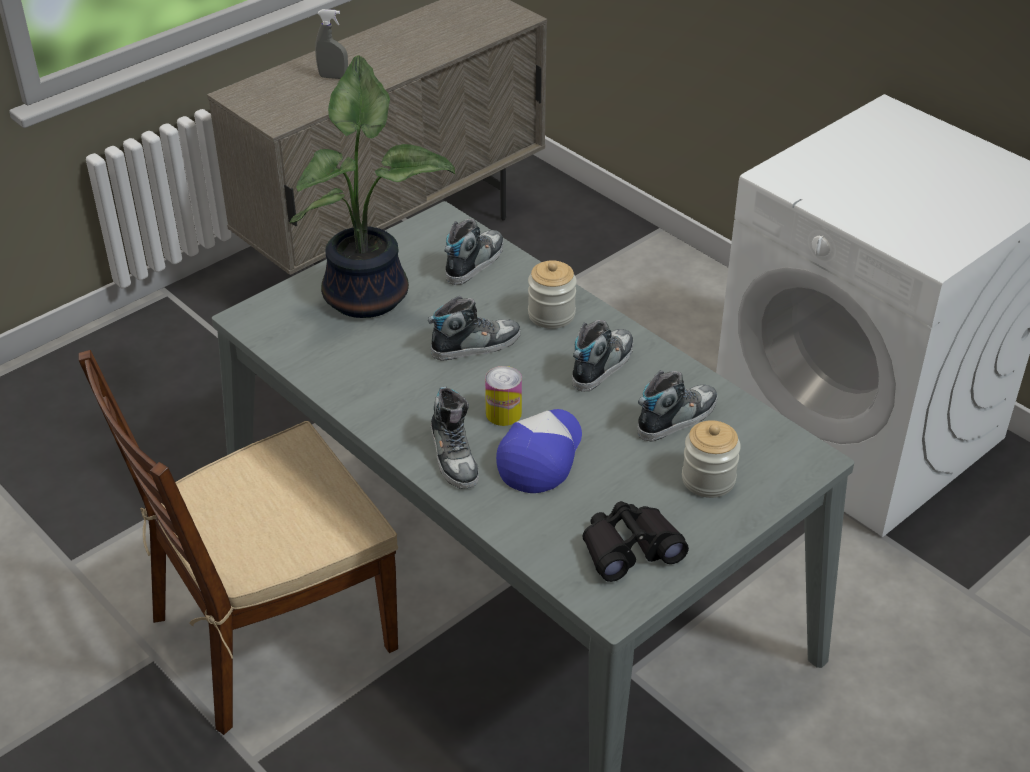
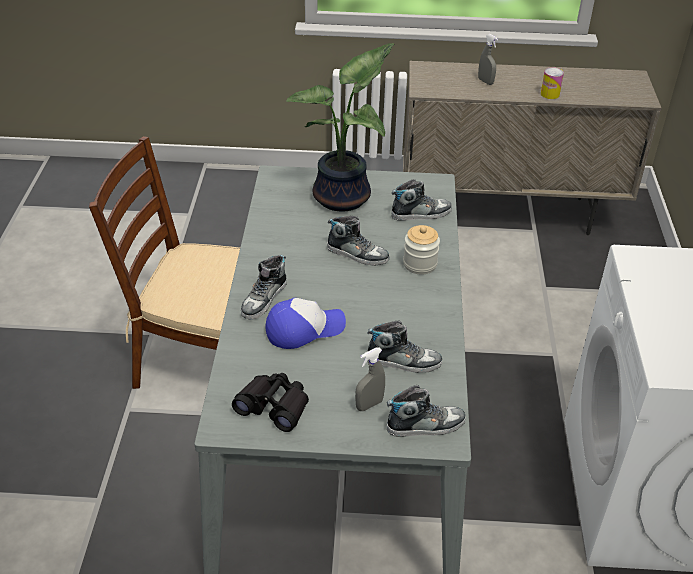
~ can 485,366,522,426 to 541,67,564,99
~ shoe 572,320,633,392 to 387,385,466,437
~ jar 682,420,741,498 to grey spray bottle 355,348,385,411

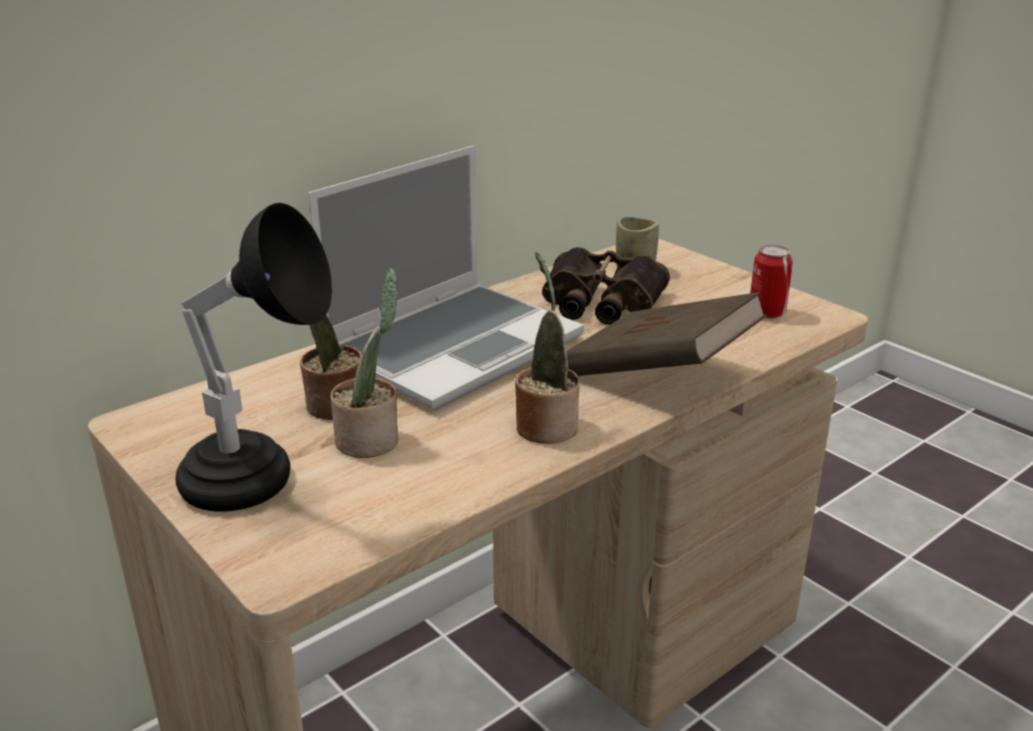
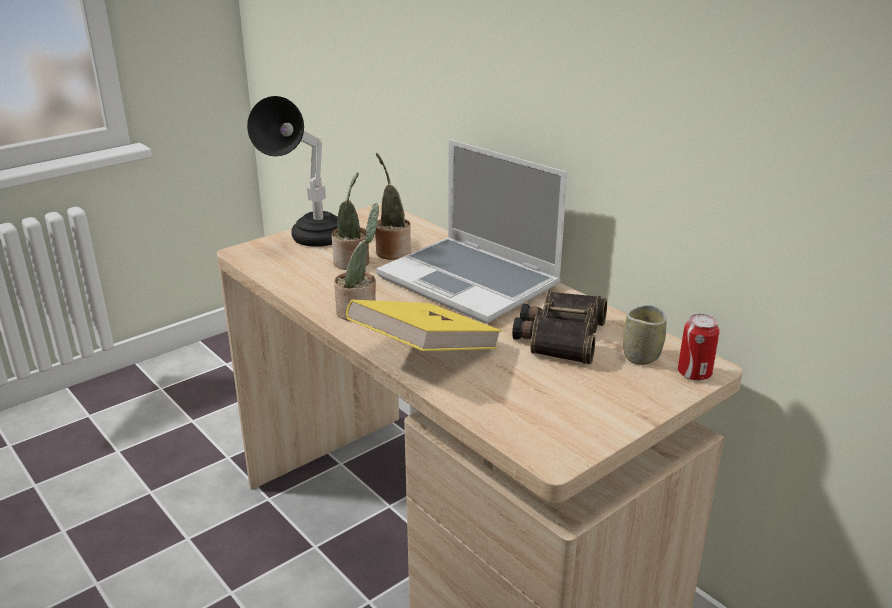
~ can 750,245,793,319 to 678,314,720,381
~ brown book 566,292,767,376 to yellow book 346,300,502,351

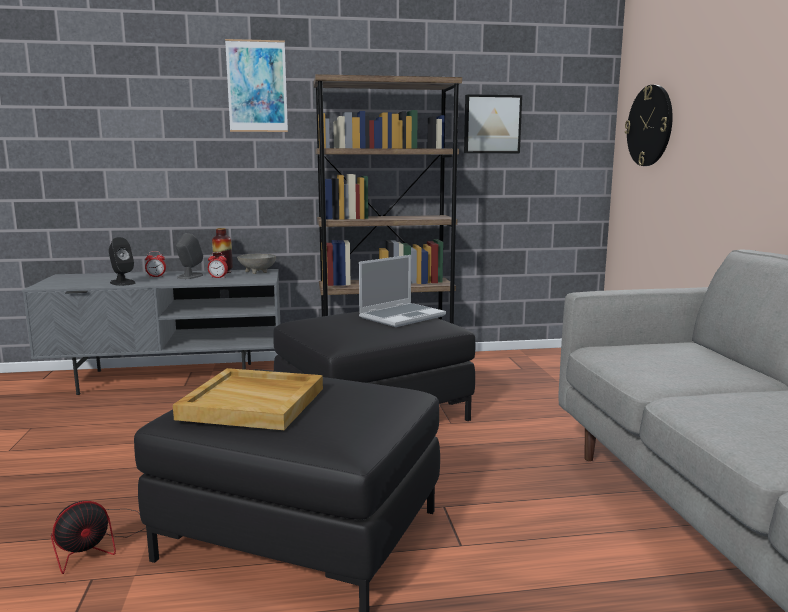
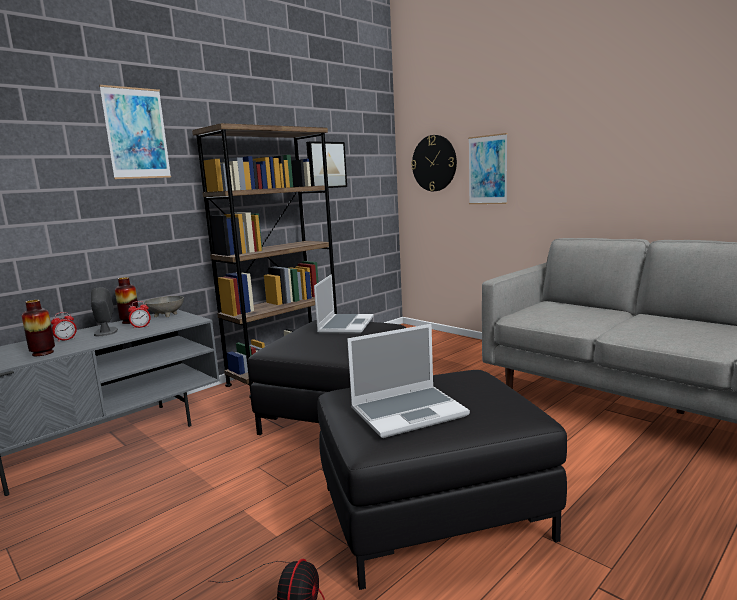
+ picture 468,133,508,204
~ black speaker 109,237,135,286 to vase 22,300,55,356
~ beige tray 173,368,323,430 to laptop 347,324,470,438

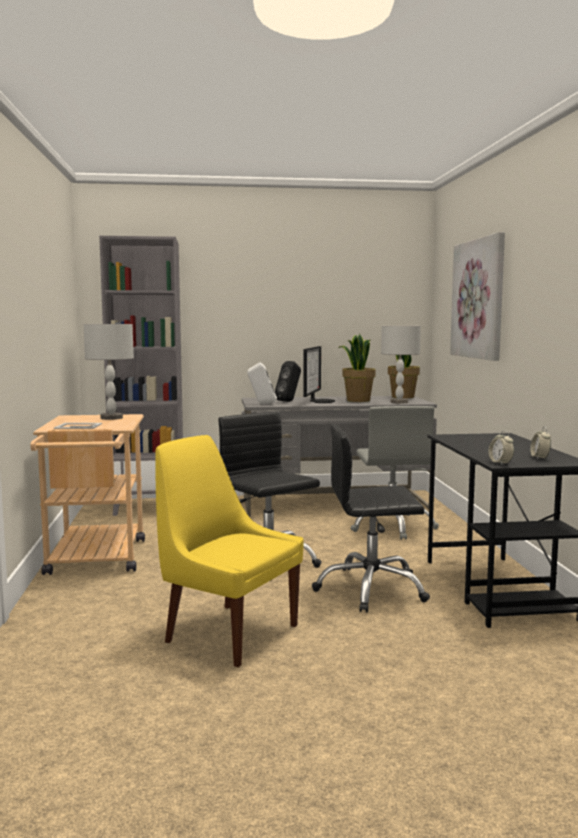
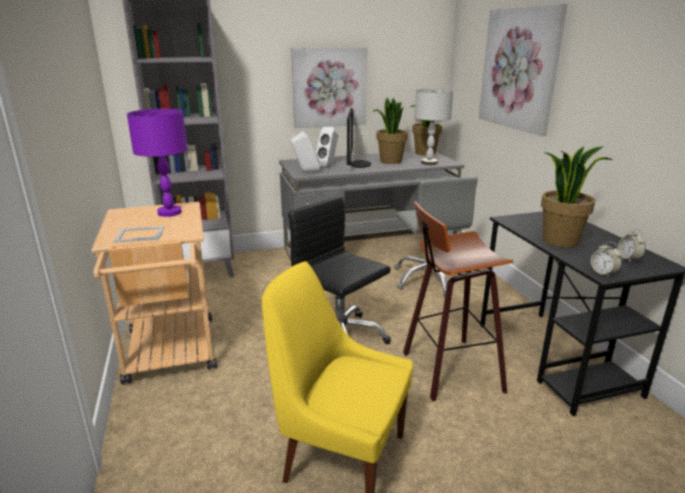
+ picture 291,47,367,128
+ potted plant 541,146,612,248
~ black office chair 312,424,430,613 to stool 403,201,513,402
~ grey table lamp 83,324,134,420 to purple table lamp 127,109,188,217
~ black speaker 275,361,301,402 to white speaker 315,127,339,167

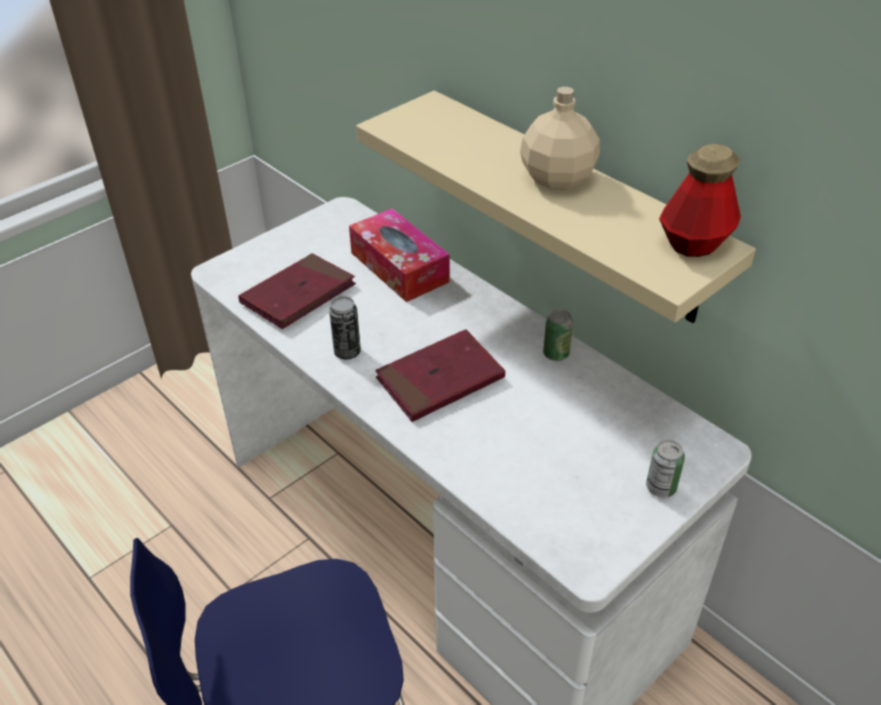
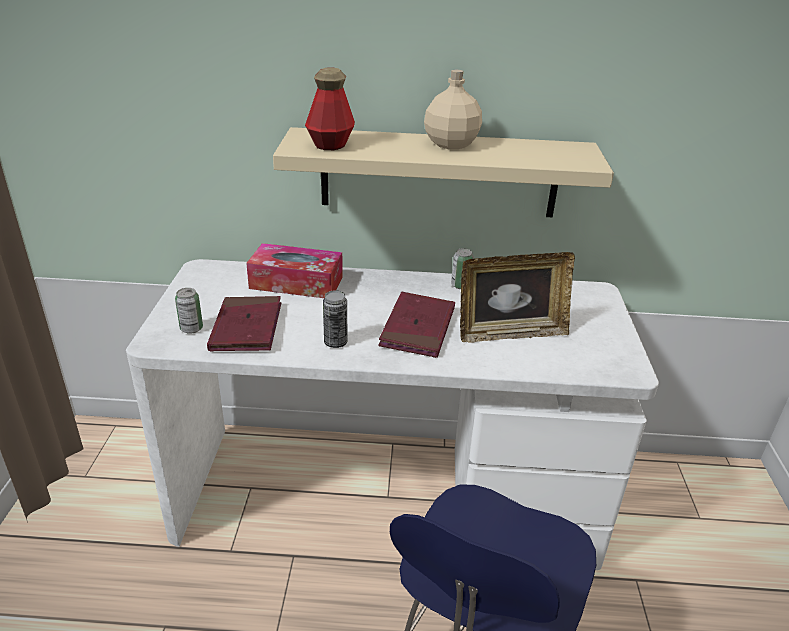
+ picture frame 460,252,575,343
~ can 646,440,685,498 to 175,288,203,334
~ bottle 659,144,741,257 to 305,68,355,150

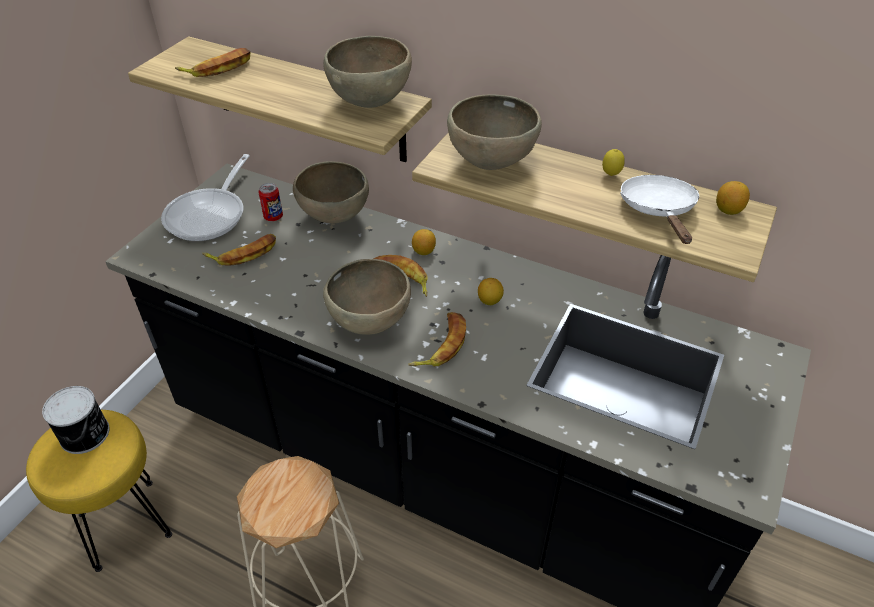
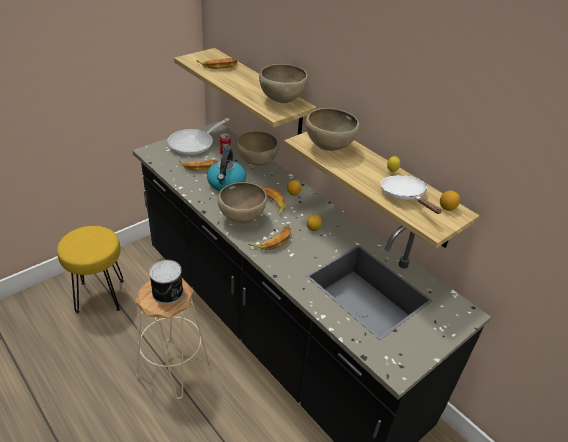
+ kettle 207,149,246,191
~ can 42,386,110,454 to 149,260,183,304
~ white frying pan 620,175,699,244 = 381,175,441,214 45 degrees counterclockwise

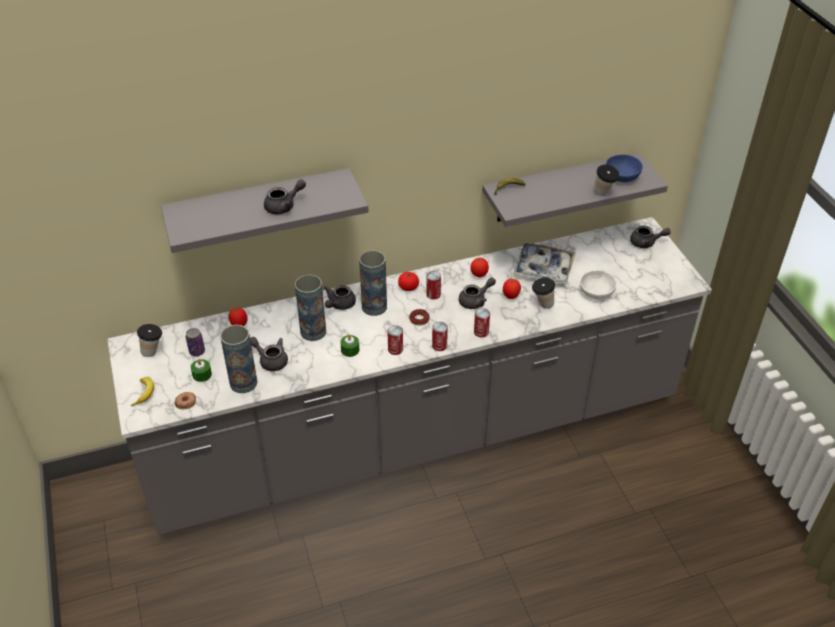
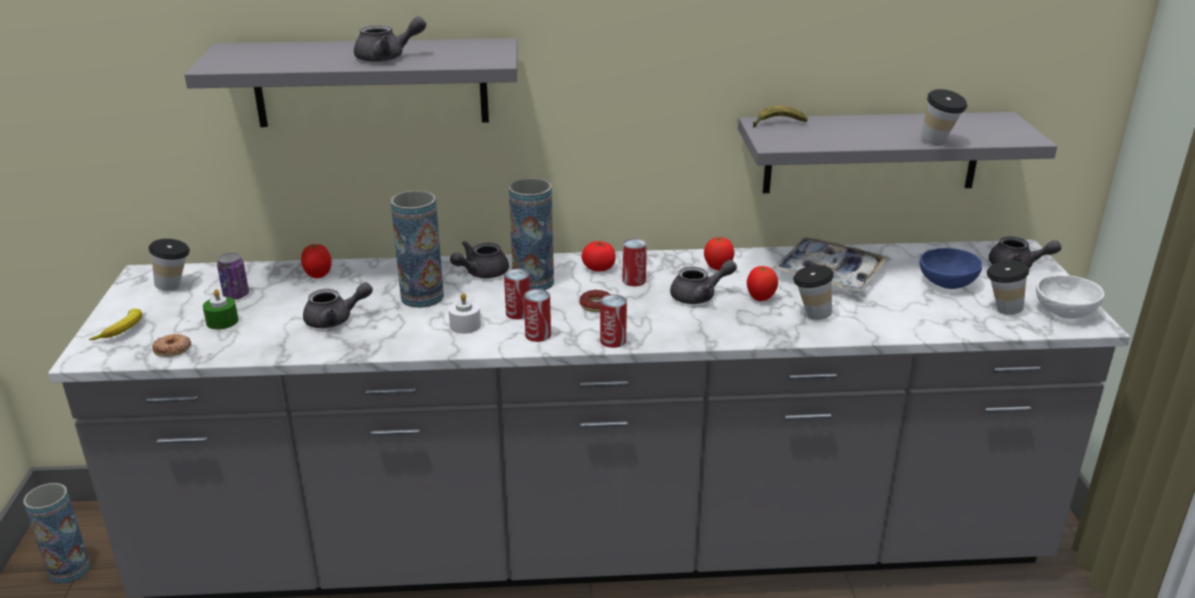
+ cup 987,260,1029,315
~ vase 220,325,257,393 to 24,483,90,584
~ can 474,308,490,338 to 504,269,530,320
~ white bowl 580,270,617,300 to 1036,275,1105,319
~ blue bowl 606,154,643,182 to 919,248,983,289
~ green candle 340,334,360,357 to white candle 449,293,481,334
~ grey teapot 250,337,288,371 = 303,282,373,328 120 degrees clockwise

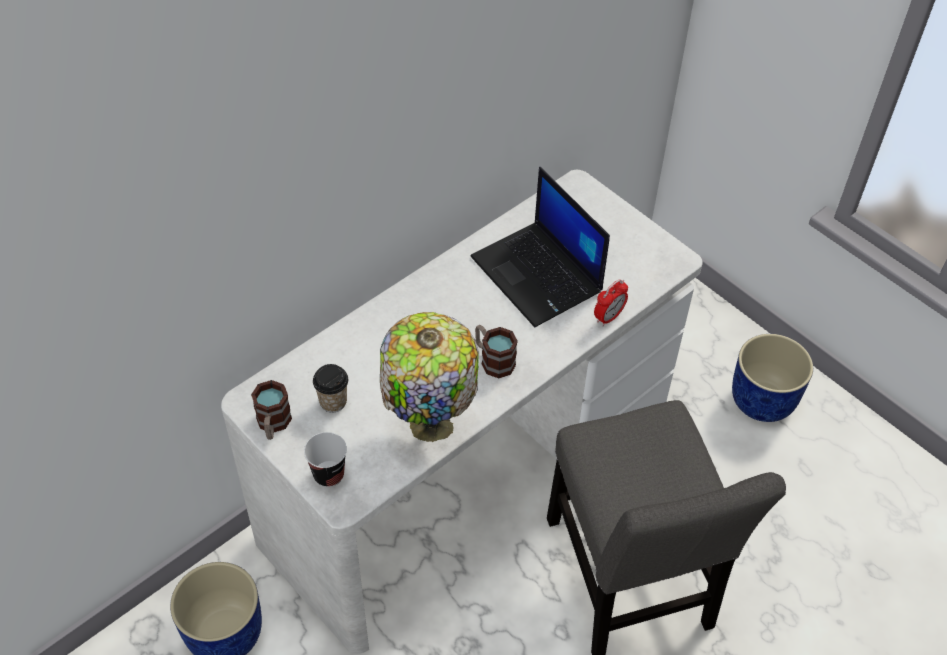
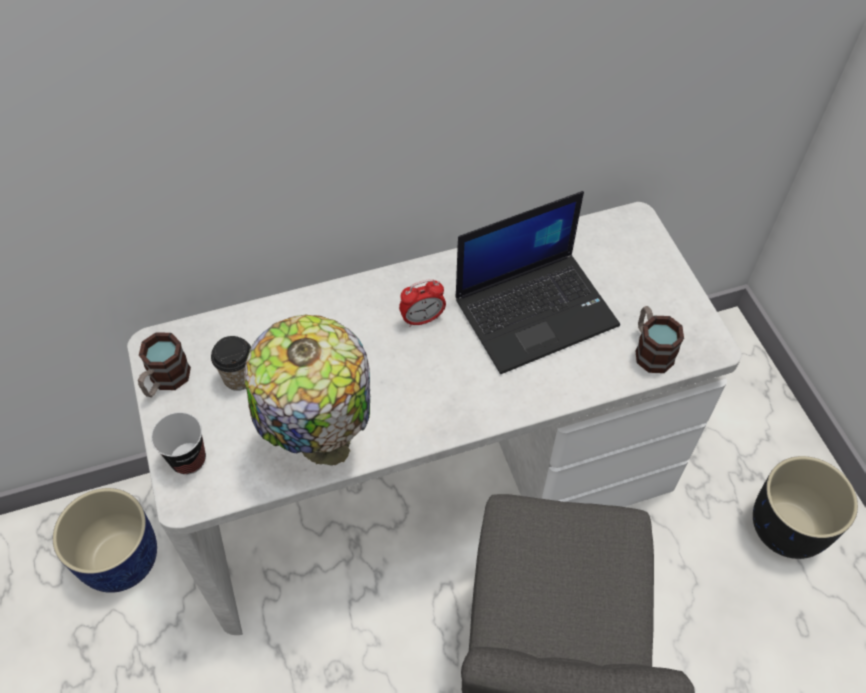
~ mug 475,325,518,378 to 635,306,684,373
~ alarm clock 594,279,628,326 to 399,279,446,327
~ blue planter 732,334,813,422 to black planter 753,456,858,559
~ laptop 470,167,610,327 = 455,191,620,374 105 degrees counterclockwise

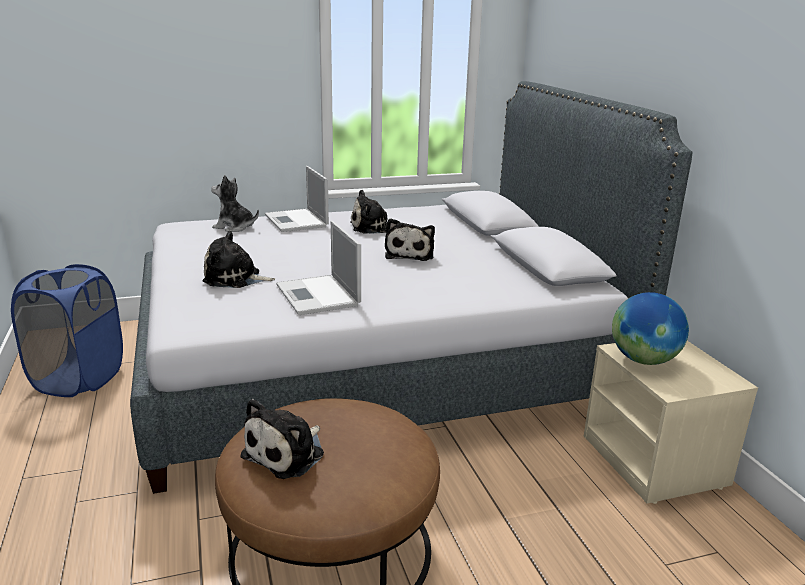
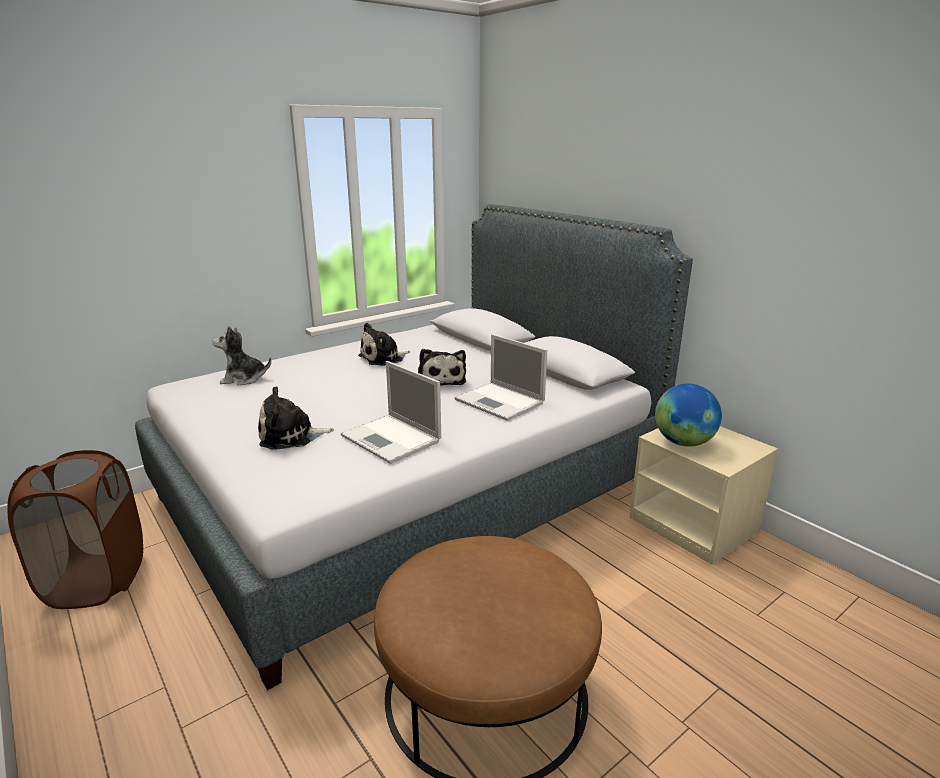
- plush toy 240,399,324,479
~ laptop 265,166,329,232 to 455,334,547,421
~ blue laundry basket 11,264,123,397 to brown laundry basket 7,450,143,609

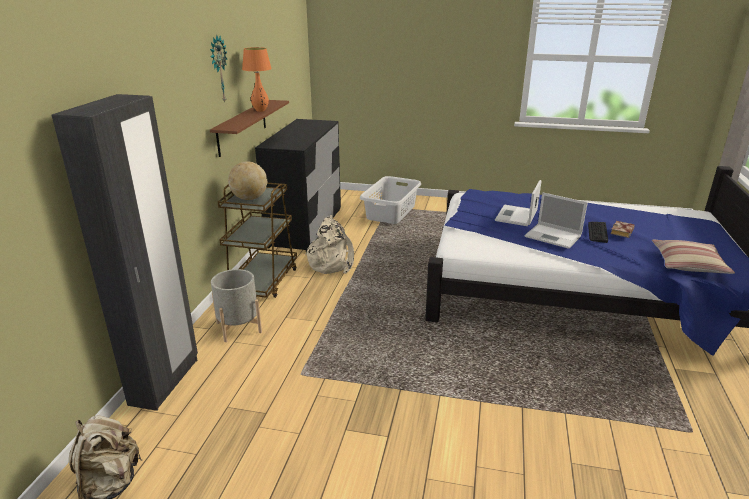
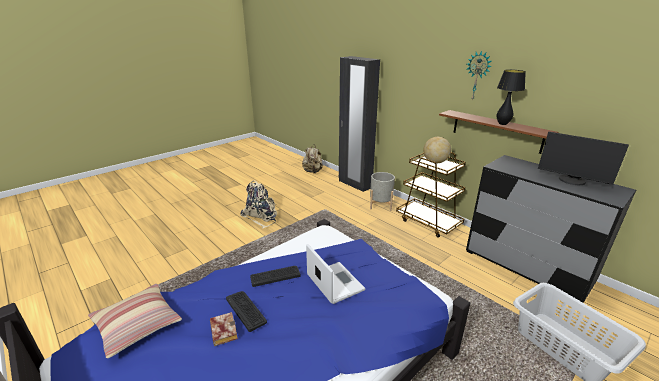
+ monitor 538,132,629,185
~ beige backpack 305,215,355,274 to 240,180,277,228
~ laptop 525,193,588,249 to keyboard 250,266,301,287
~ orange table lamp 242,47,272,112 to black table lamp 497,70,526,125

